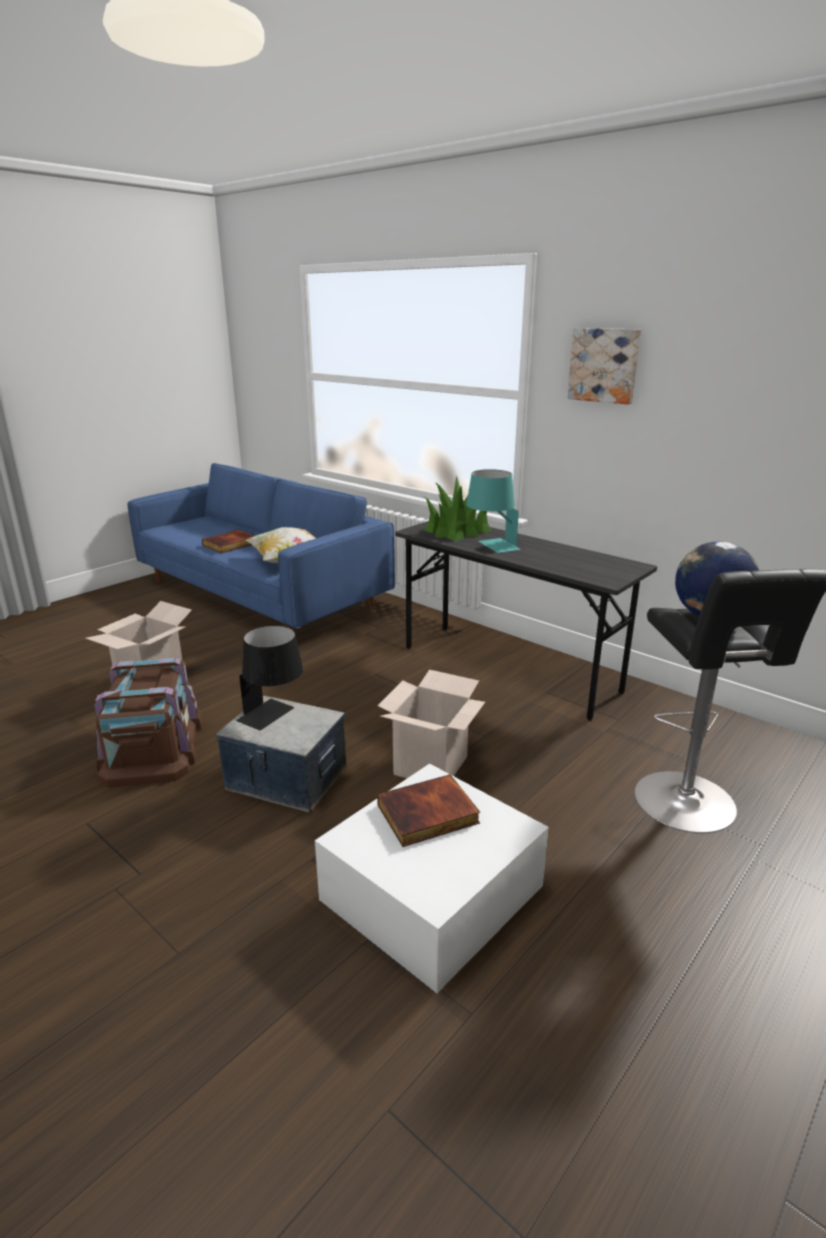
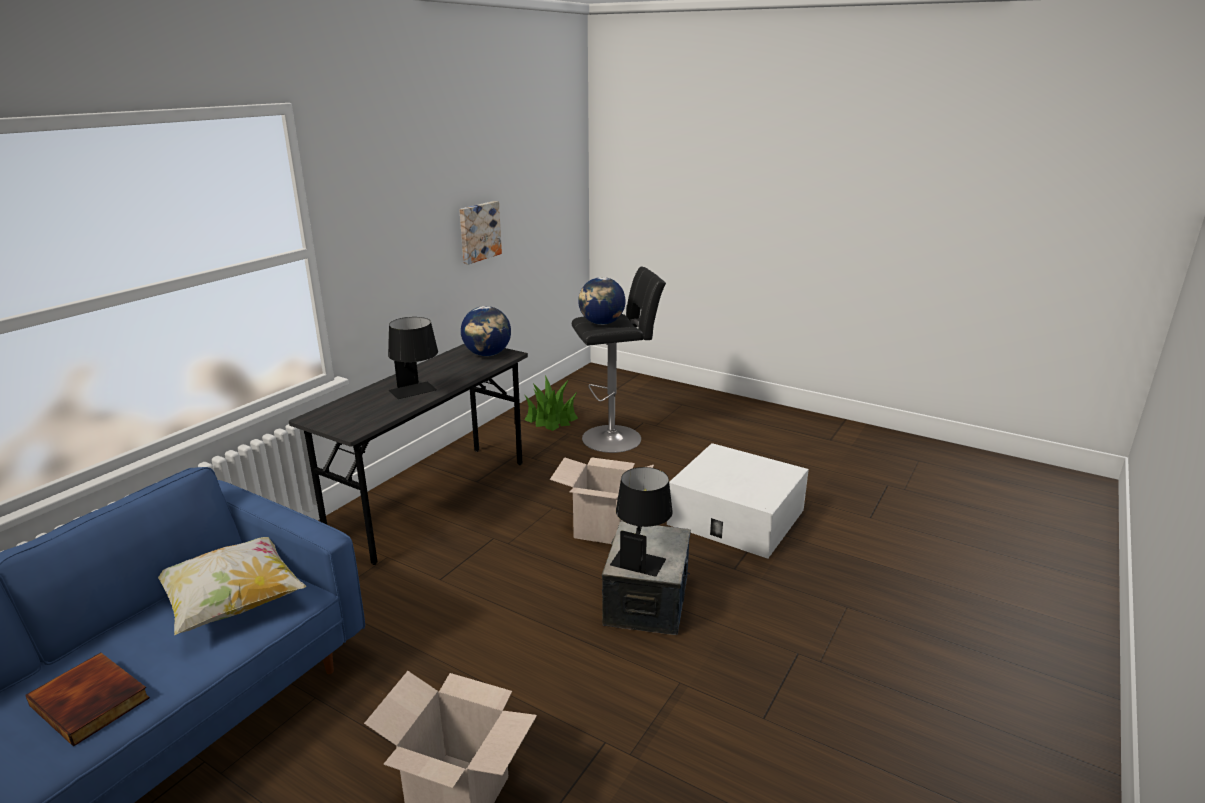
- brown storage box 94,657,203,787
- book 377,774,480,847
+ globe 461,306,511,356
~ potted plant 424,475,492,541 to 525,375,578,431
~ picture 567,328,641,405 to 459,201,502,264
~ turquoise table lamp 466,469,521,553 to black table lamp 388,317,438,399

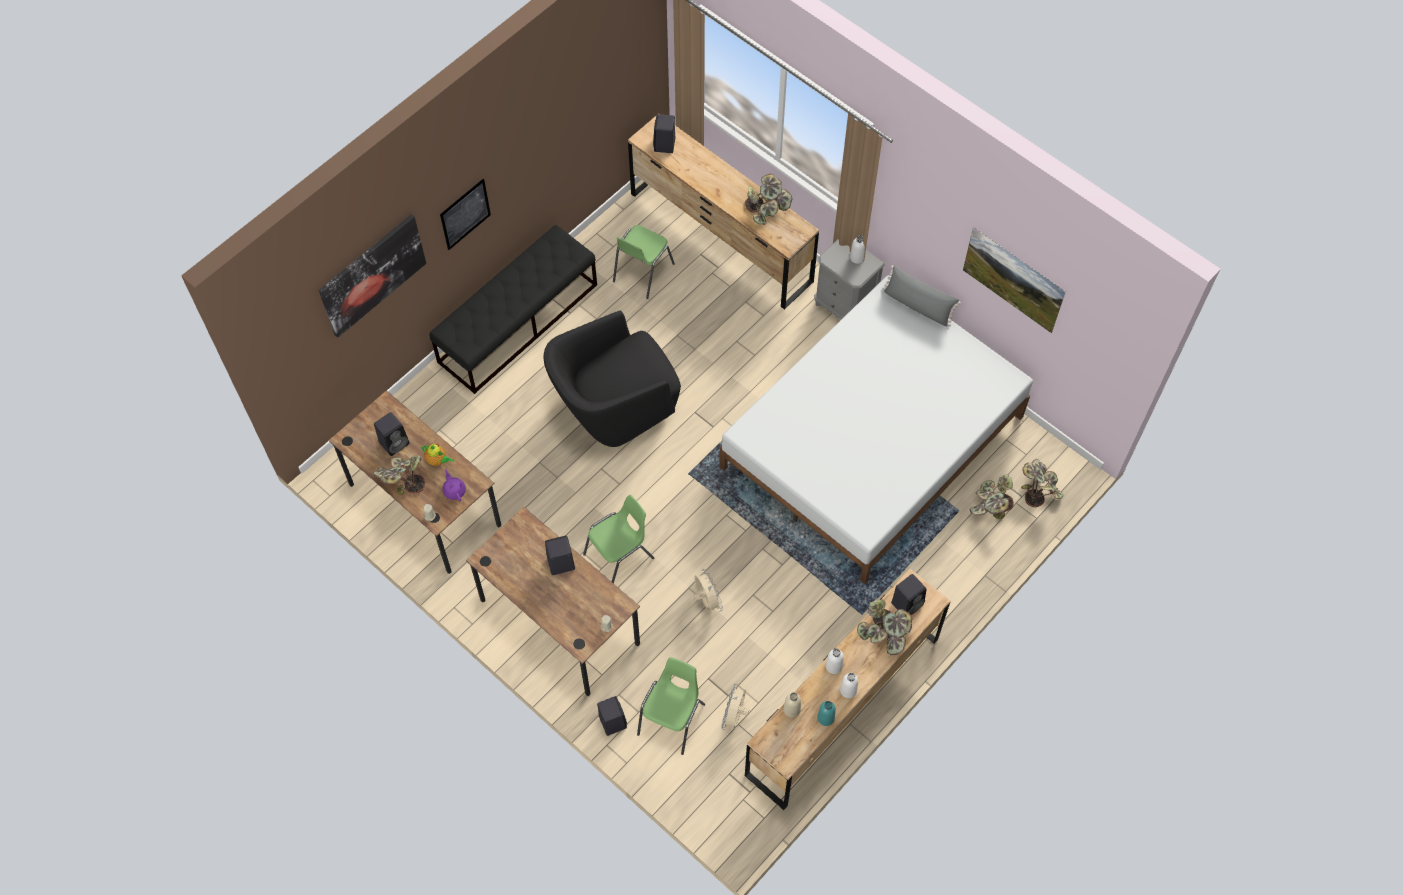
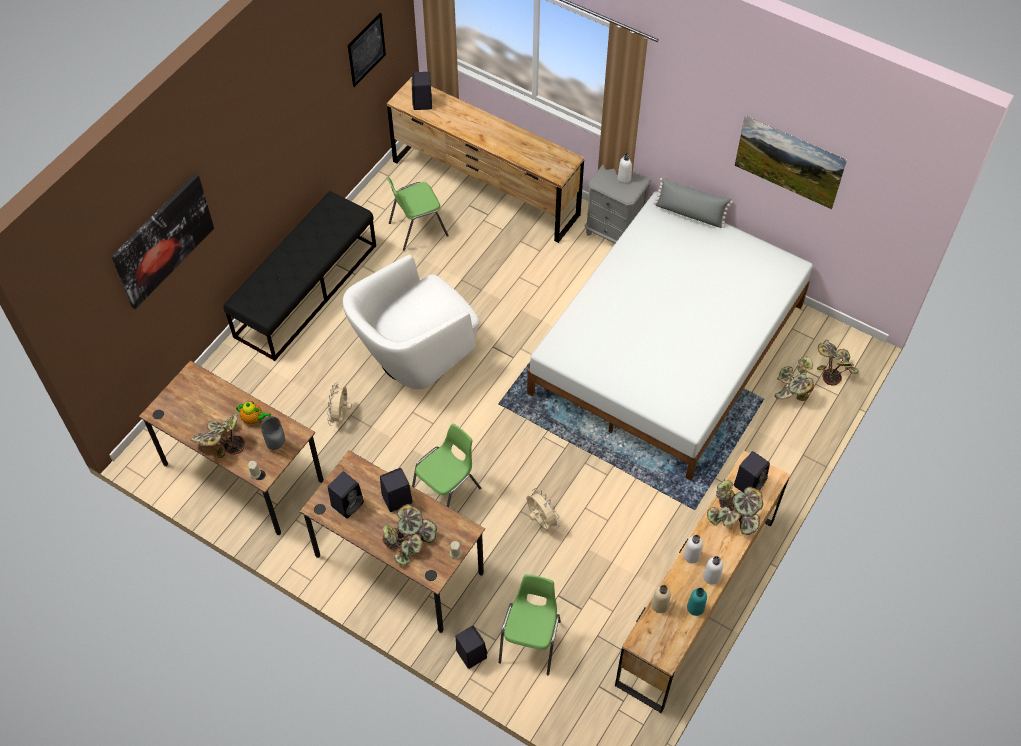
~ black speaker 374,412,409,456 to 328,472,364,518
~ picture 440,179,491,250 to 348,13,386,87
~ beige fan 722,684,750,730 to 327,384,352,426
~ potted plant 745,174,792,225 to 382,504,437,565
~ purple teapot 443,469,466,501 to grey vase 261,416,285,450
~ black armchair 544,311,681,447 to white armchair 343,254,479,389
~ green chair 613,225,675,299 = 386,177,449,251 45 degrees clockwise

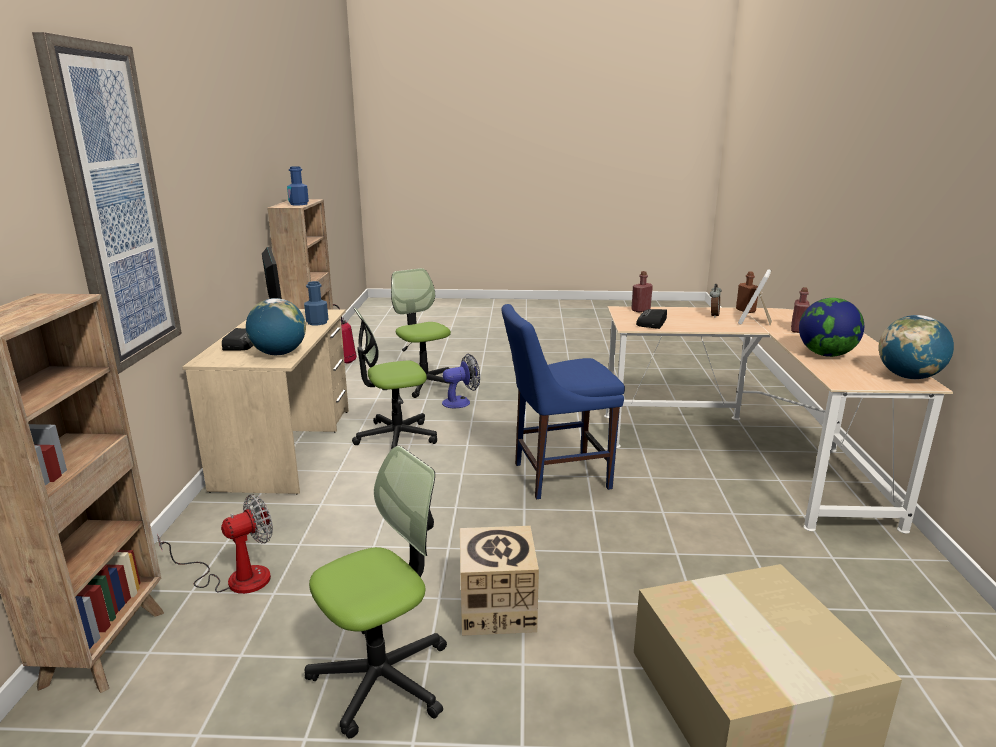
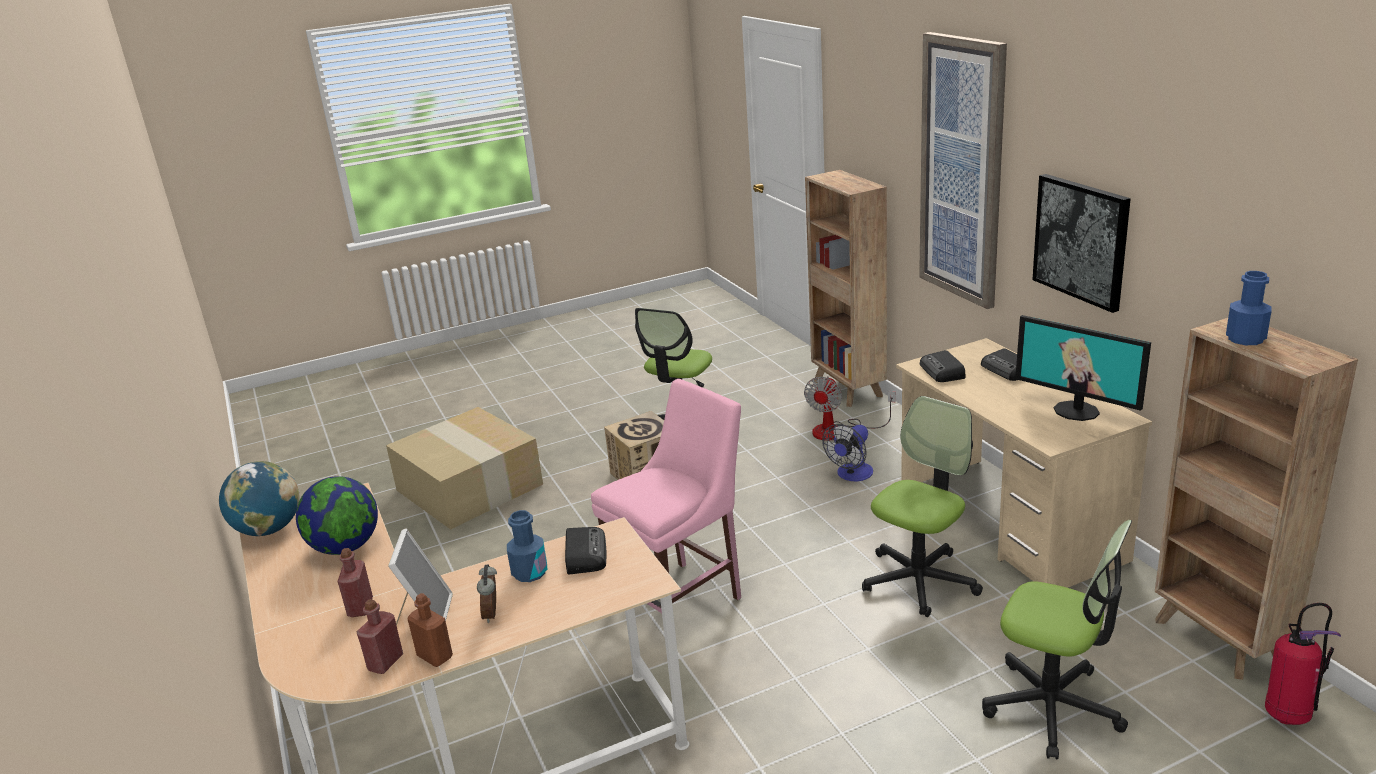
+ picture 1032,174,1131,313
~ blue bottle 304,281,329,325 to 507,510,547,582
~ fan 442,354,480,408 to 822,424,873,481
~ red bottle 631,271,653,313 to 357,599,403,674
~ globe 246,298,306,355 to radio 920,350,965,382
~ blue chair 501,304,625,499 to pink chair 591,379,741,613

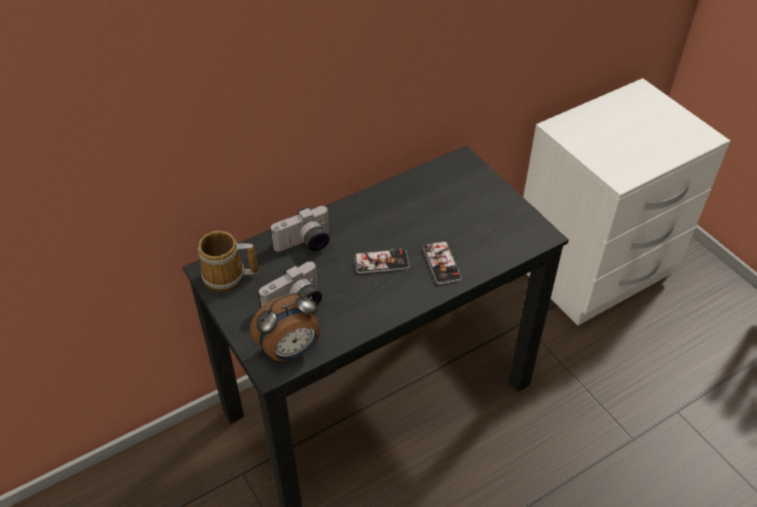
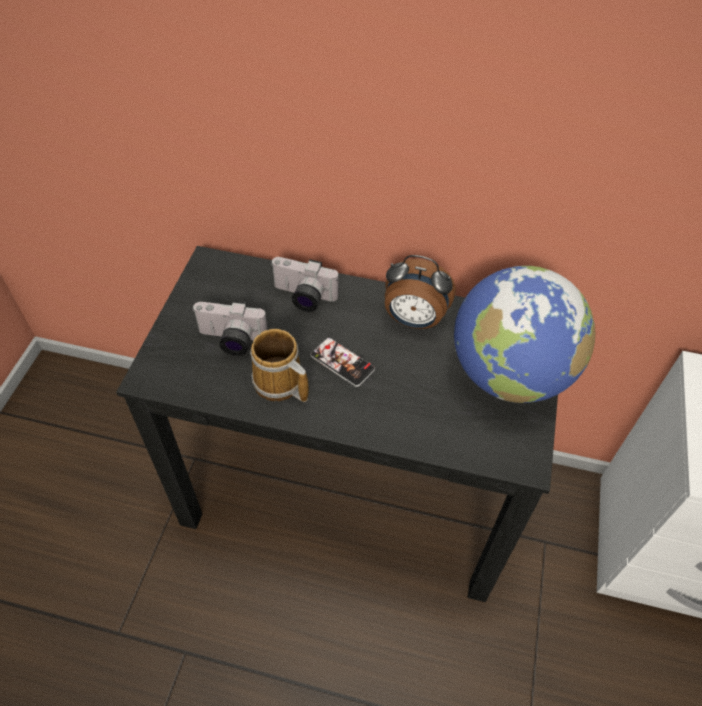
- phone 423,241,462,284
+ globe 454,266,595,403
~ mug 198,231,258,292 to 250,329,309,402
~ alarm clock 250,293,320,361 to 385,255,456,329

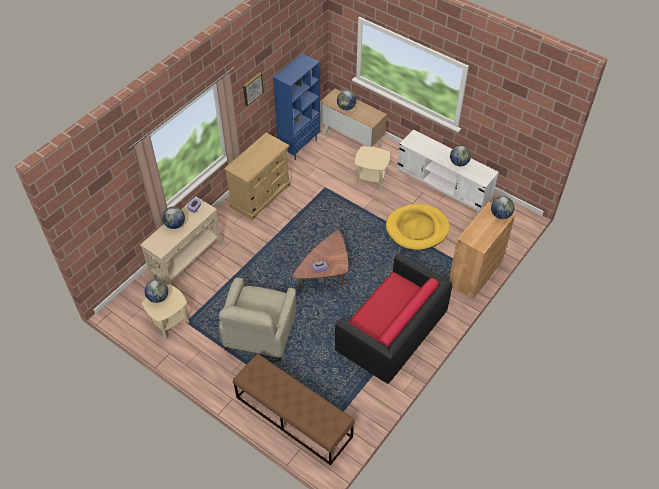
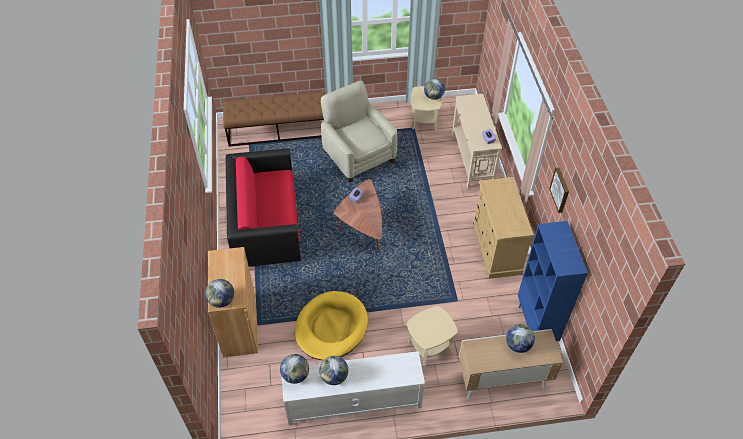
~ globe 162,207,185,229 to 280,354,309,384

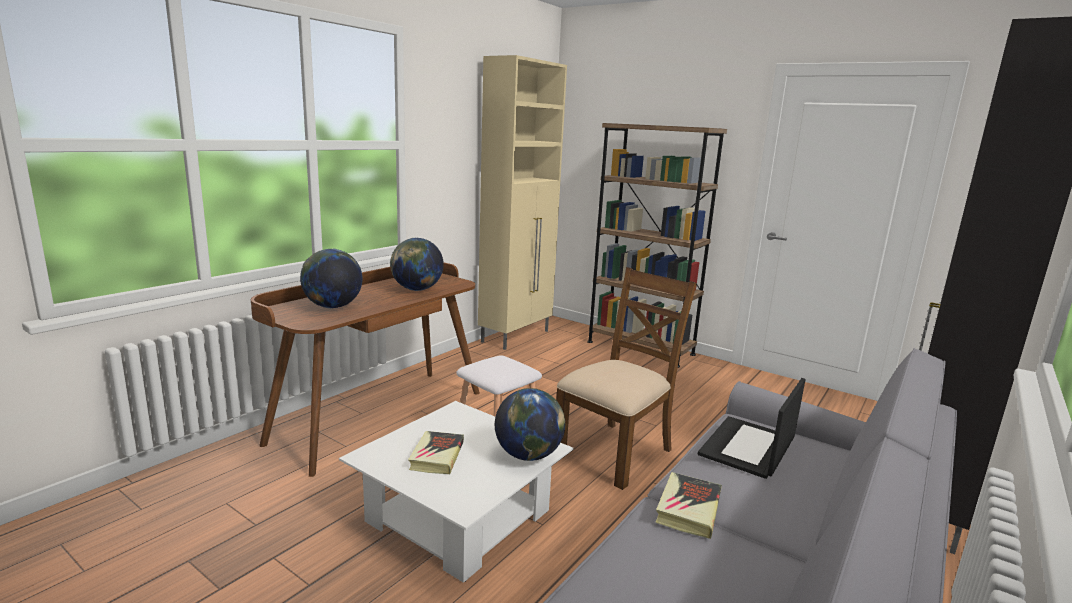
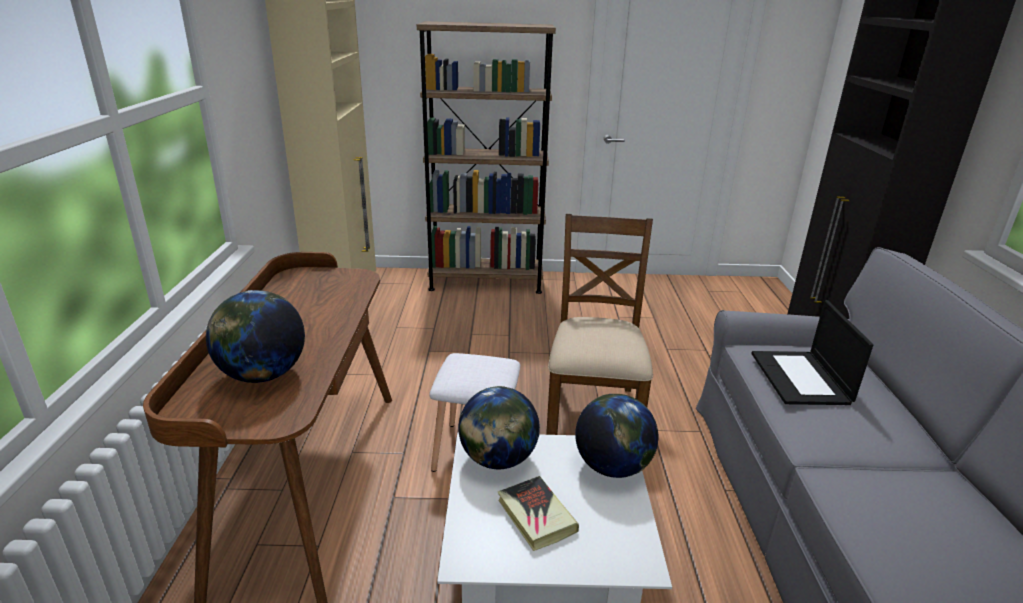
- book 655,472,722,539
~ globe 390,238,444,291 to 458,386,540,469

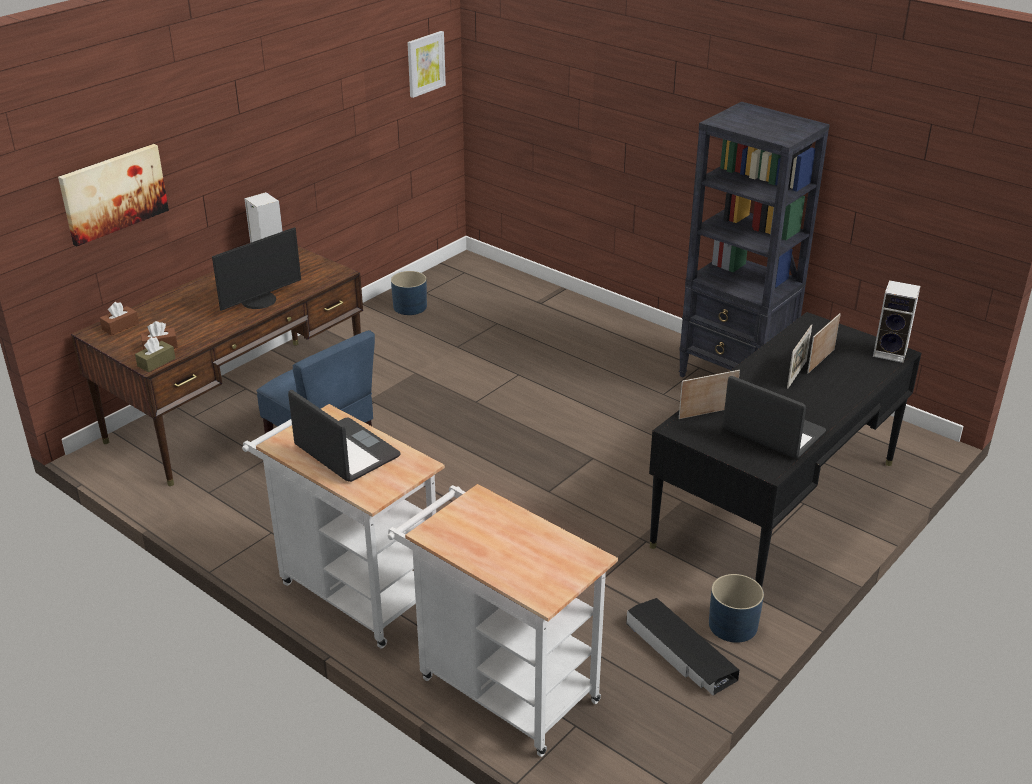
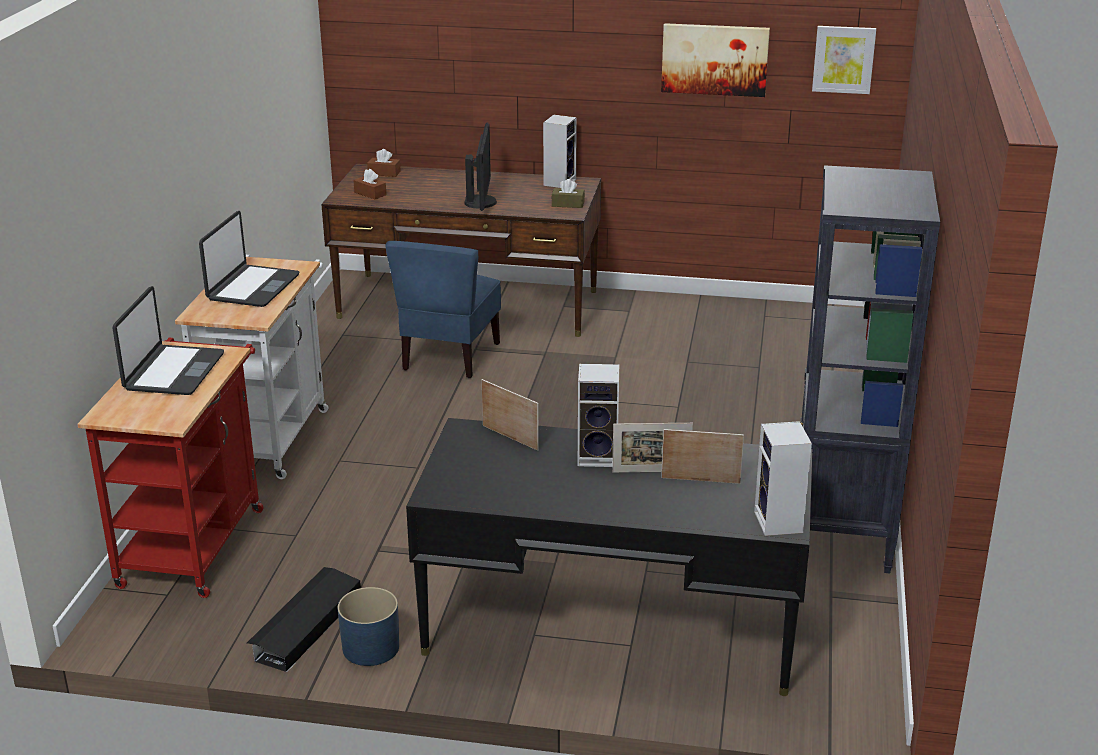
- blue planter 391,271,427,315
+ speaker 578,364,619,467
~ picture 58,144,169,246 to 661,23,770,97
~ brown tissue box 135,337,175,372 to 552,179,585,208
~ laptop 723,376,826,458 to 113,286,224,395
~ white cart 388,484,618,757 to red cart 77,338,264,598
~ monitor 212,227,301,311 = 465,123,497,211 105 degrees counterclockwise

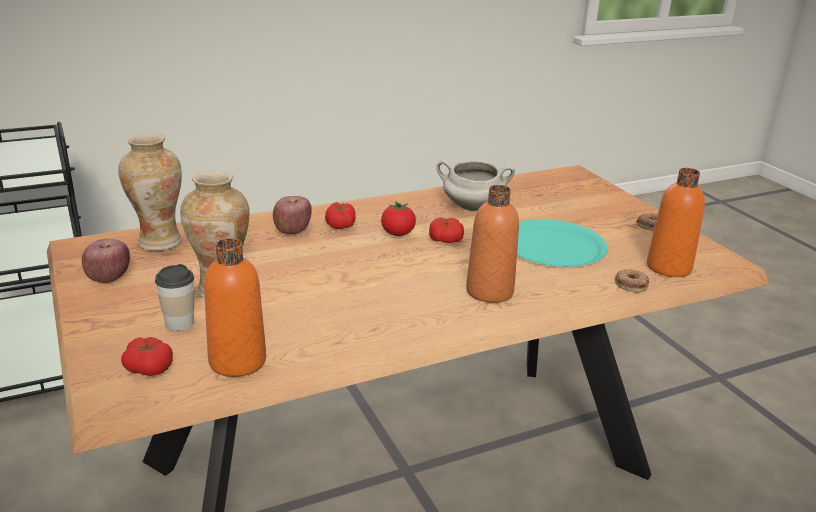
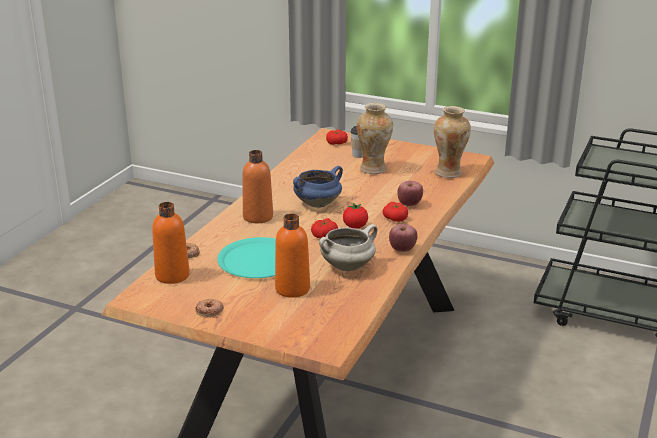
+ blue cooking pot 293,166,343,208
~ apple 82,239,130,283 to 389,224,417,252
~ orange bottle 204,238,266,377 to 275,214,310,298

